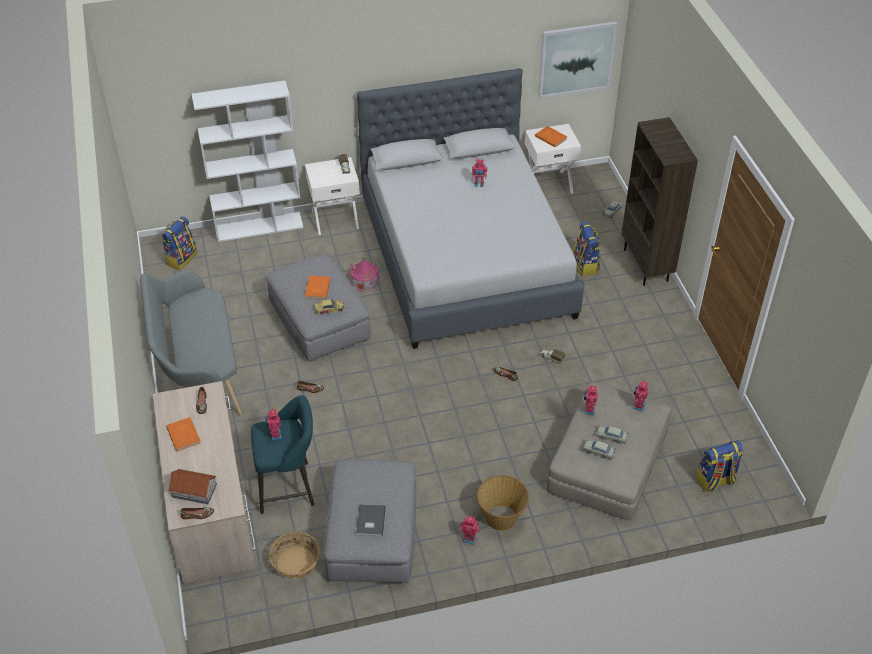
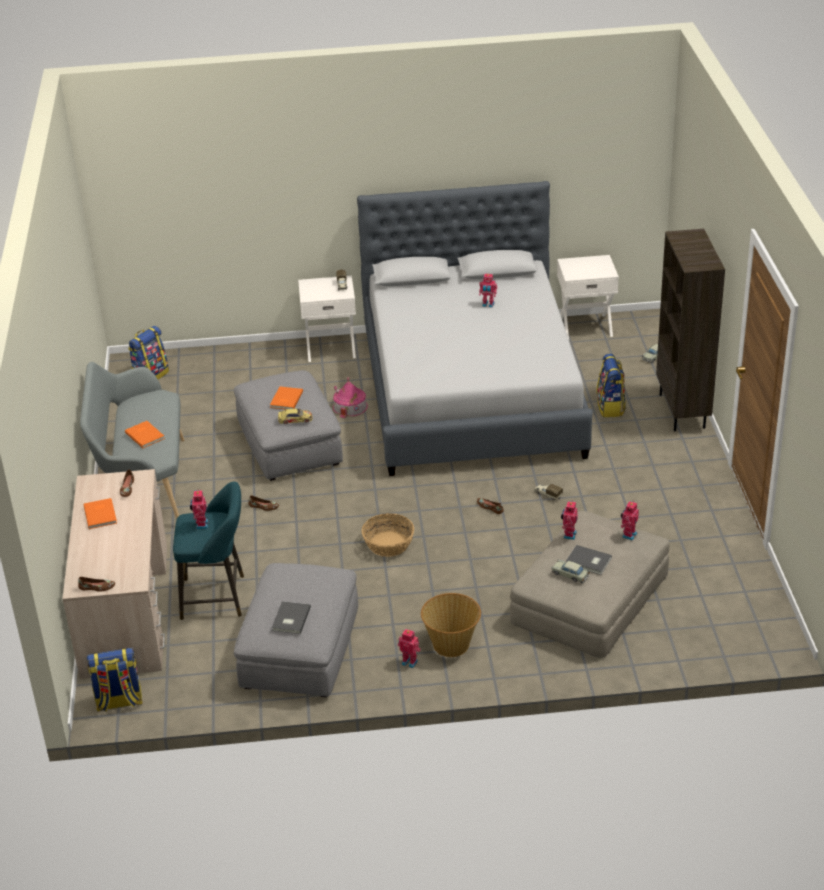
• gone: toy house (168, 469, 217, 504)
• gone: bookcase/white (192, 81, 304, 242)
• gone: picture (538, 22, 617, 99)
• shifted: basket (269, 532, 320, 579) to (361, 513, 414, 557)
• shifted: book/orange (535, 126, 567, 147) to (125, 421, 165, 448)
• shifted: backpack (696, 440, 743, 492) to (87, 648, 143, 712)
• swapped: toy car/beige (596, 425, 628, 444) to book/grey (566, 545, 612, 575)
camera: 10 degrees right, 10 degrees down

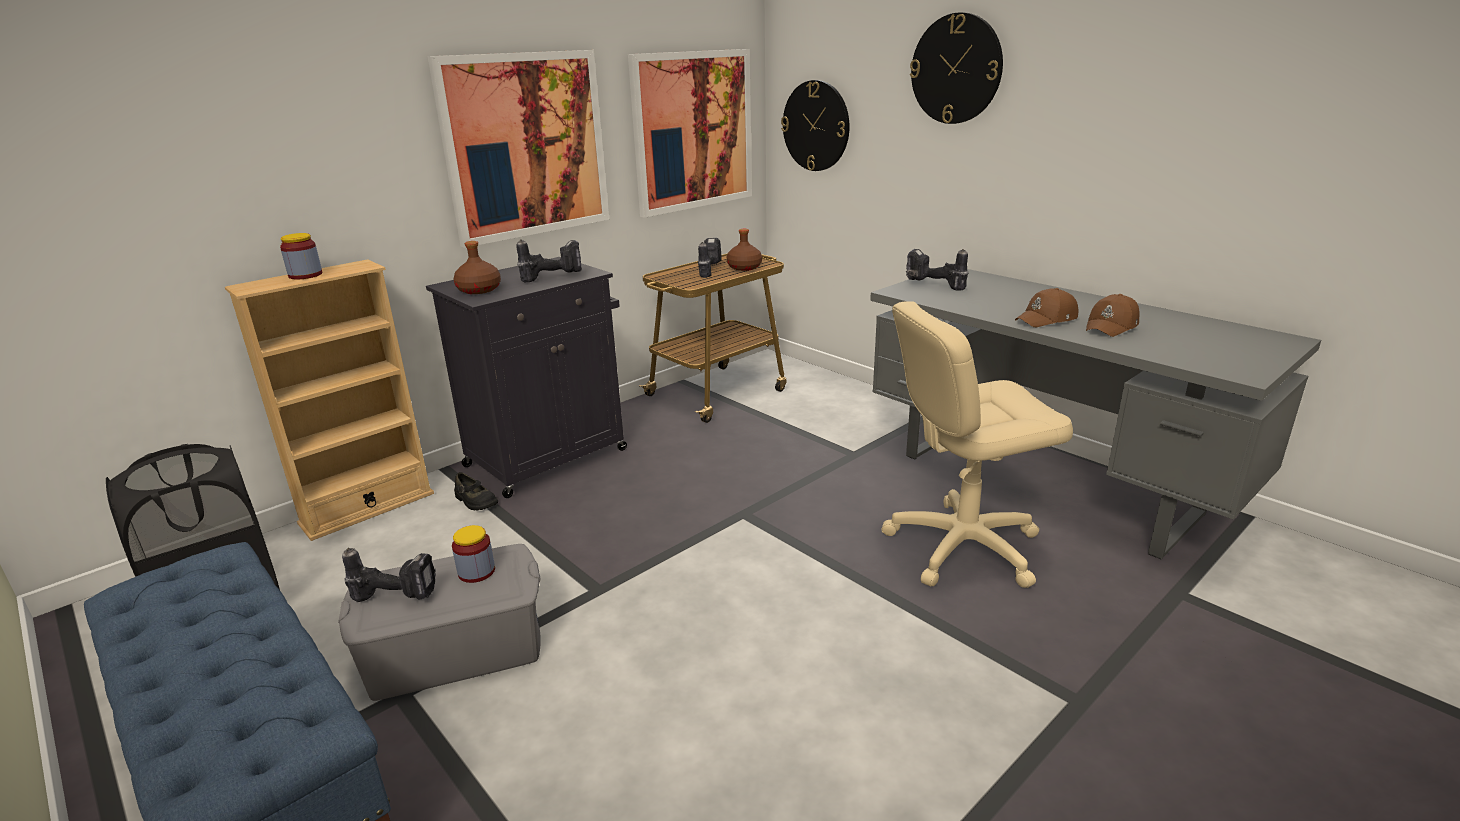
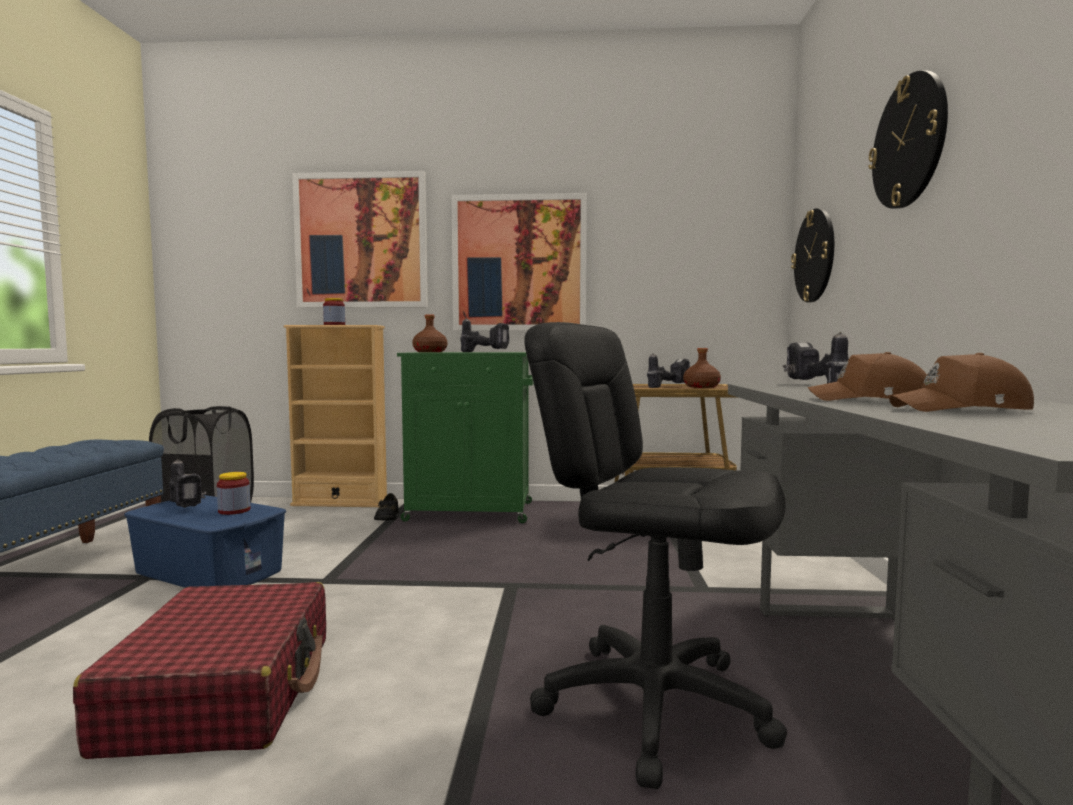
• new: suitcase/red (73, 582, 326, 759)
• shifted: picture (628, 49, 752, 218) to (292, 171, 428, 308)
• repainted: storage box/grey (338, 544, 541, 701) to storage box/blue (124, 495, 286, 588)
• repainted: cabinet/black (426, 257, 627, 498) to cabinet/green (397, 352, 534, 523)
• repainted: office chair/beige (882, 301, 1073, 588) to office chair/black (524, 322, 787, 789)
camera: 45 degrees right, 20 degrees down

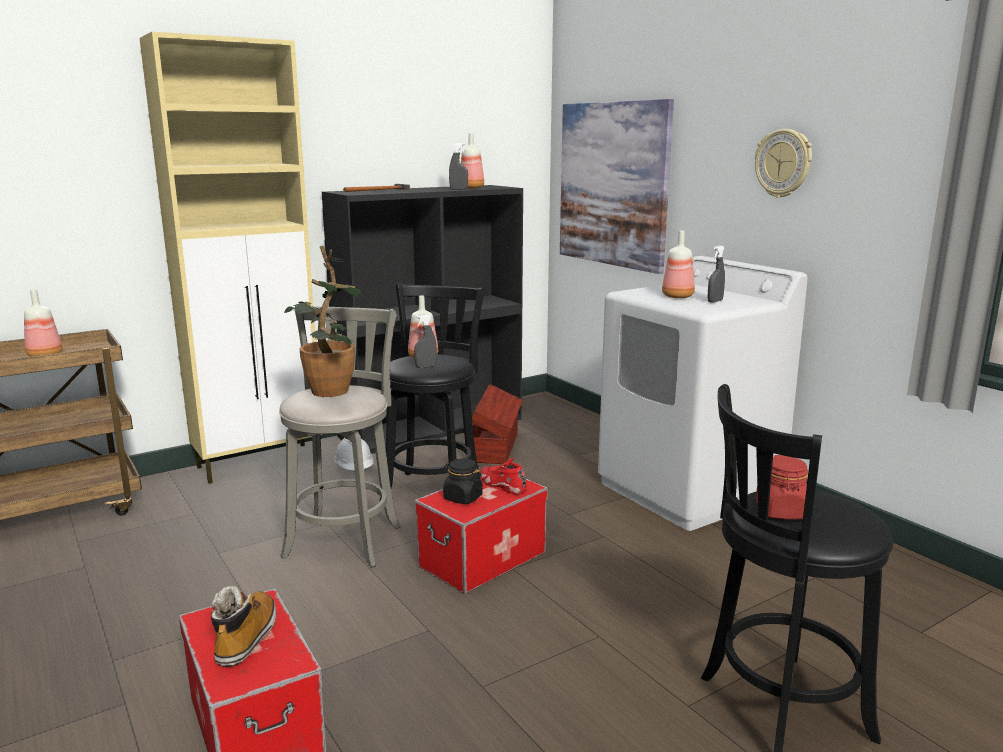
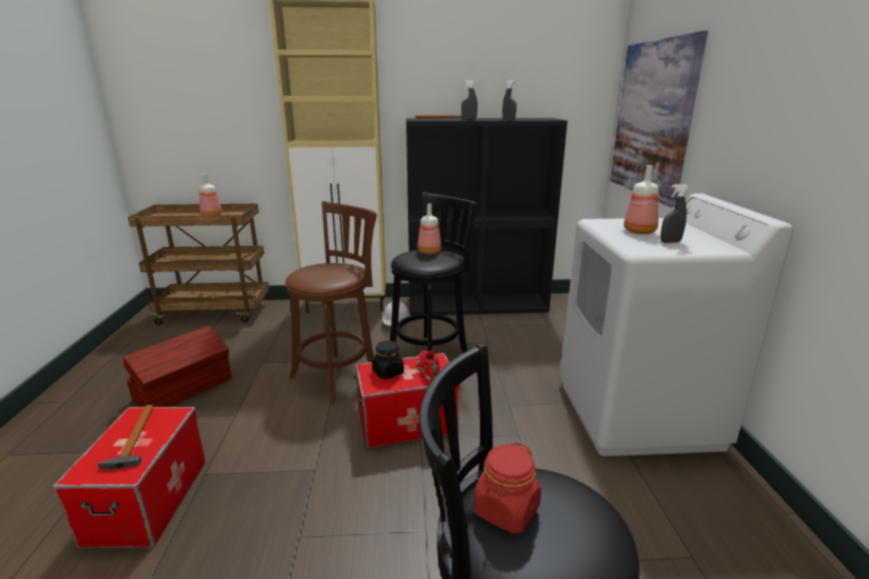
• gone: potted plant (284, 245, 362, 397)
• gone: bottle (460, 133, 484, 189)
• gone: wall clock (755, 129, 812, 198)
• shifted: spray bottle/grey (414, 314, 437, 368) to (461, 80, 478, 120)
• shifted: storage box/brown (466, 384, 523, 464) to (123, 326, 232, 407)
• swapped: boot (211, 585, 276, 667) to hammer (98, 405, 154, 470)
• repainted: stool/grey (279, 306, 401, 568) to stool/brown (285, 201, 377, 404)
camera: 30 degrees right, 5 degrees up

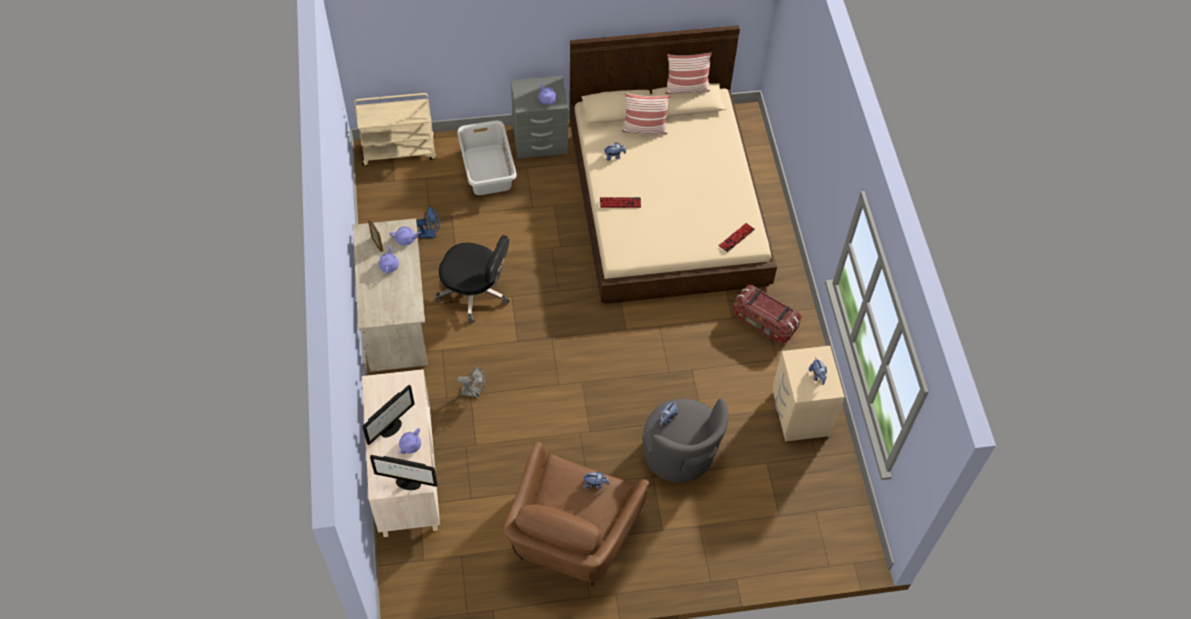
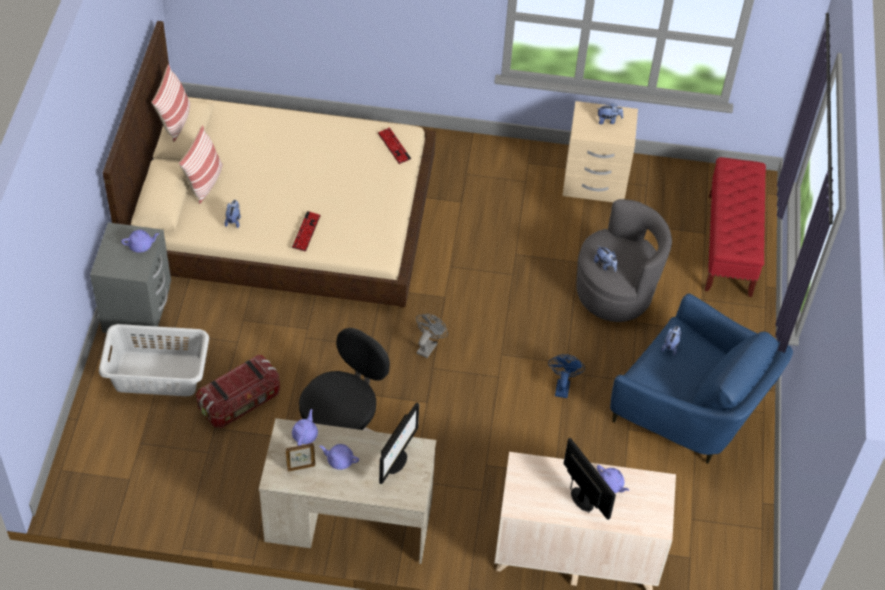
• gone: cart/beige (354, 93, 436, 166)
• new: bench/red (705, 157, 766, 297)
• shifted: monitor (370, 455, 438, 490) to (379, 403, 419, 484)
• shifted: fan/blue (416, 206, 440, 239) to (548, 354, 585, 398)
• shifted: fan/grey (457, 366, 485, 398) to (416, 314, 448, 358)
• shifted: storage box (733, 285, 802, 344) to (196, 355, 280, 428)
• repainted: armchair/brown (503, 442, 649, 586) to armchair/blue (610, 294, 793, 464)
camera: 75 degrees left, 5 degrees down

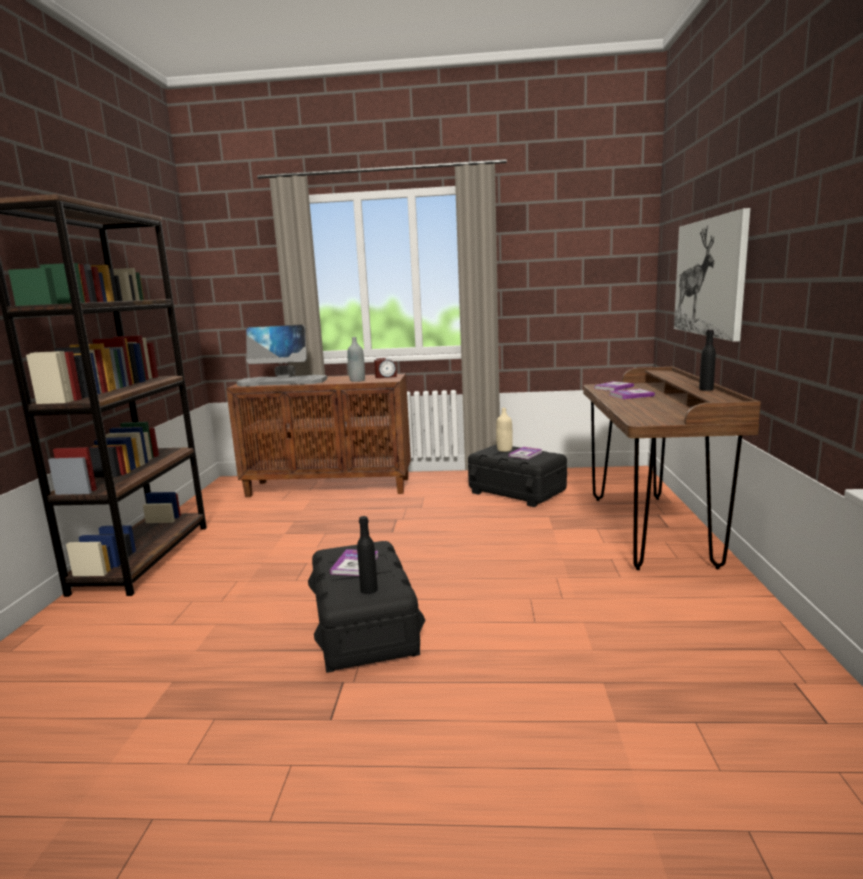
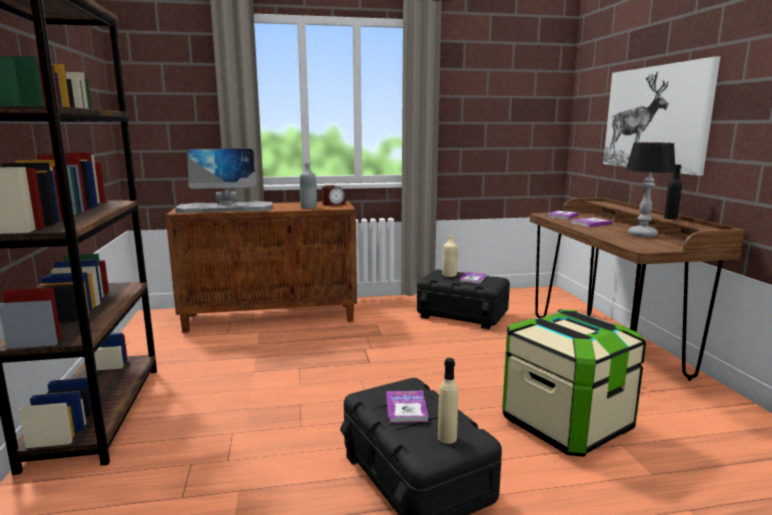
• new: storage box (502, 309, 646, 457)
• new: table lamp (626, 142, 676, 237)
• repainted: bottle/black (357, 516, 378, 594) to bottle/beige (438, 358, 458, 444)
camera: 15 degrees left, 0 degrees up

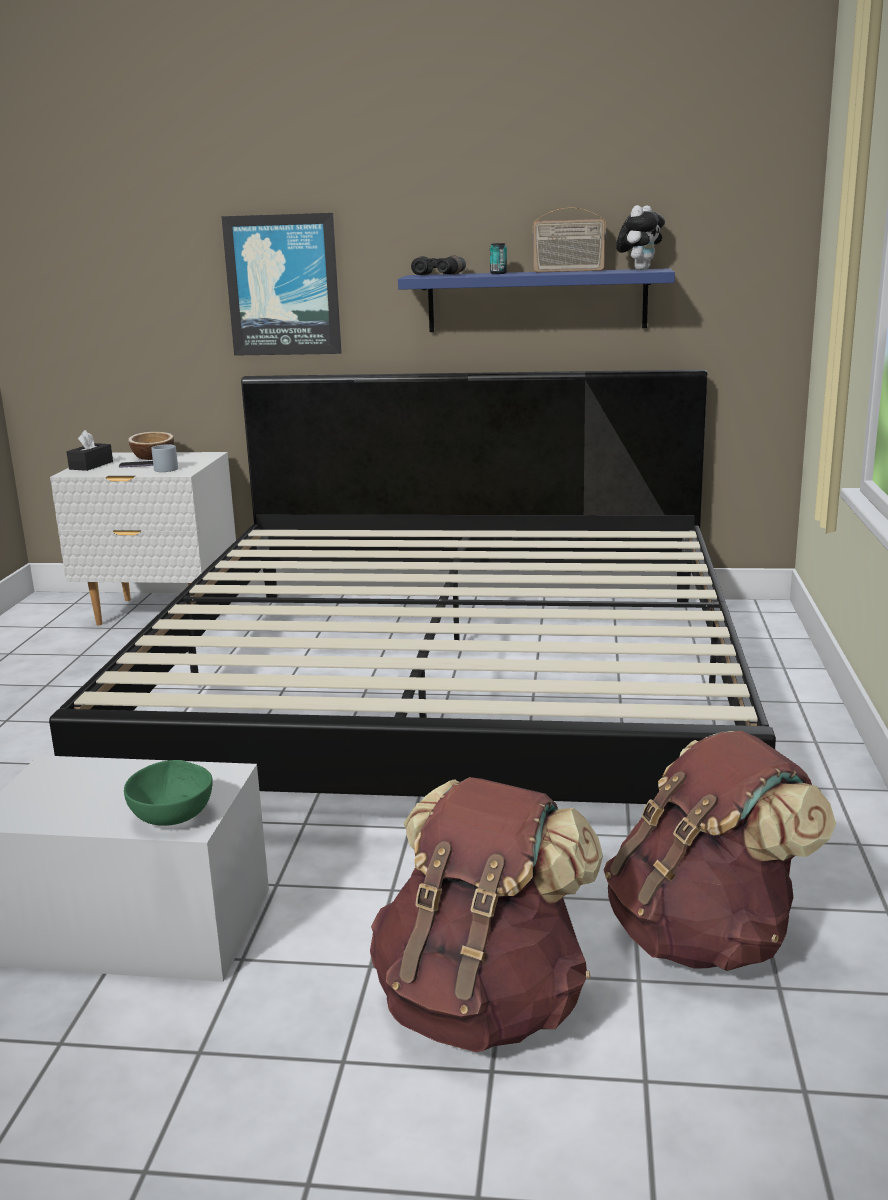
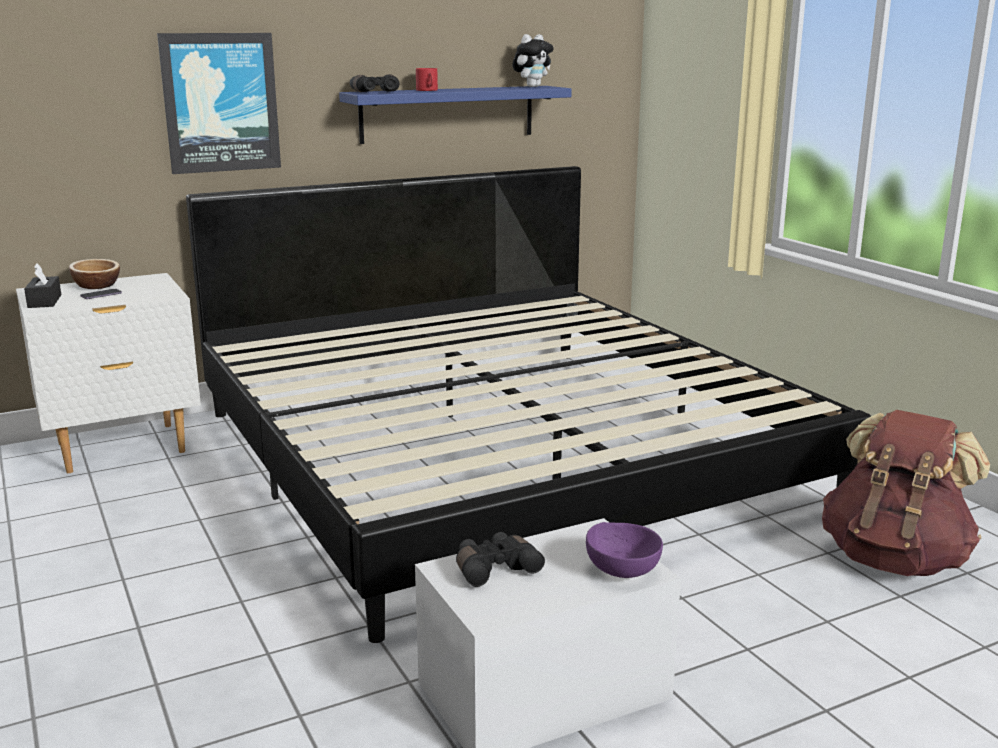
• gone: mug/grey (151, 444, 178, 472)
• gone: backpack/brown (370, 777, 603, 1052)
• gone: radio (532, 208, 606, 272)
• new: binoculars/black (456, 532, 545, 587)
• swapped: can (490, 243, 507, 274) to mug/red (416, 68, 438, 91)
• repainted: bowl/green (124, 760, 213, 826) to bowl/purple (586, 522, 663, 578)
• rotated: plush toy (616, 205, 665, 270) = (513, 34, 554, 87) 45 degrees clockwise
camera: 35 degrees left, 0 degrees up

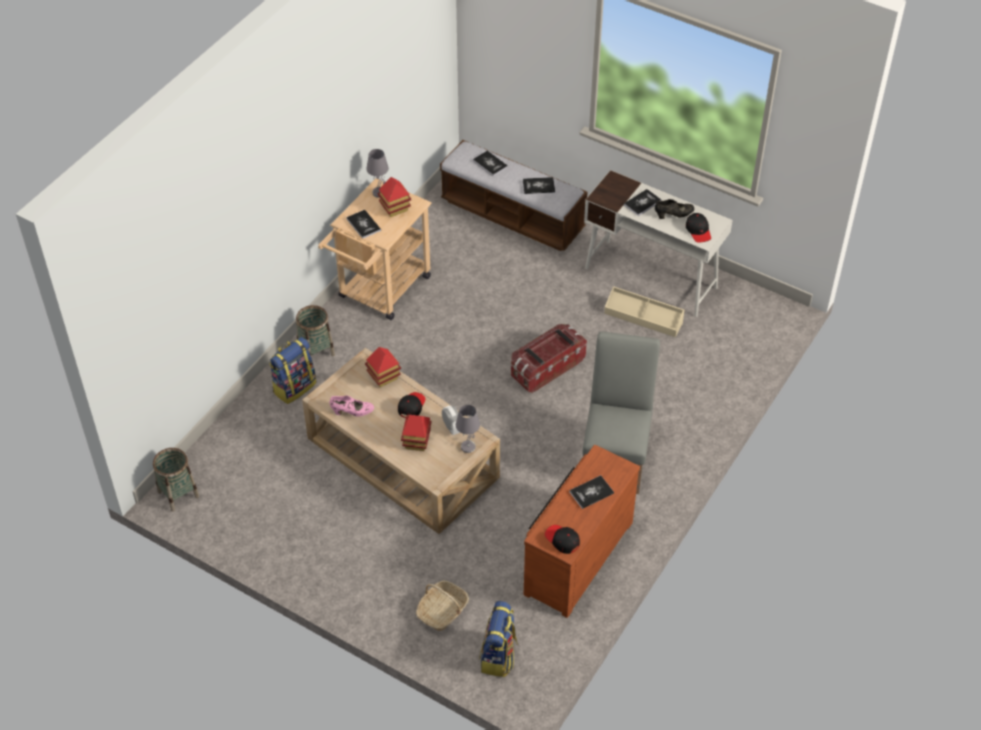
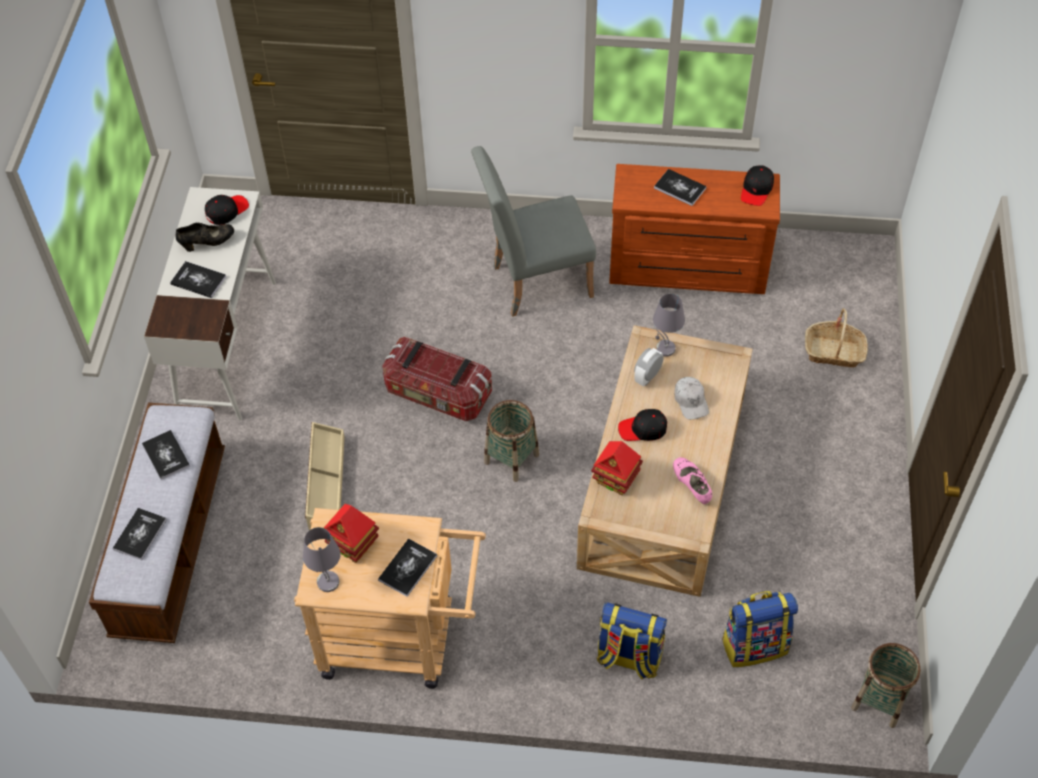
• shifted: basket (296, 305, 335, 356) to (484, 400, 539, 482)
• shifted: backpack (479, 601, 518, 677) to (722, 591, 798, 667)
• shifted: storage box/beige (604, 286, 685, 337) to (305, 422, 345, 530)
• swapped: toy house (401, 415, 431, 451) to cap/white (674, 377, 709, 420)
• rotated: shoe/black (655, 199, 694, 219) = (175, 223, 234, 252) 105 degrees clockwise
camera: 115 degrees left, 5 degrees up

